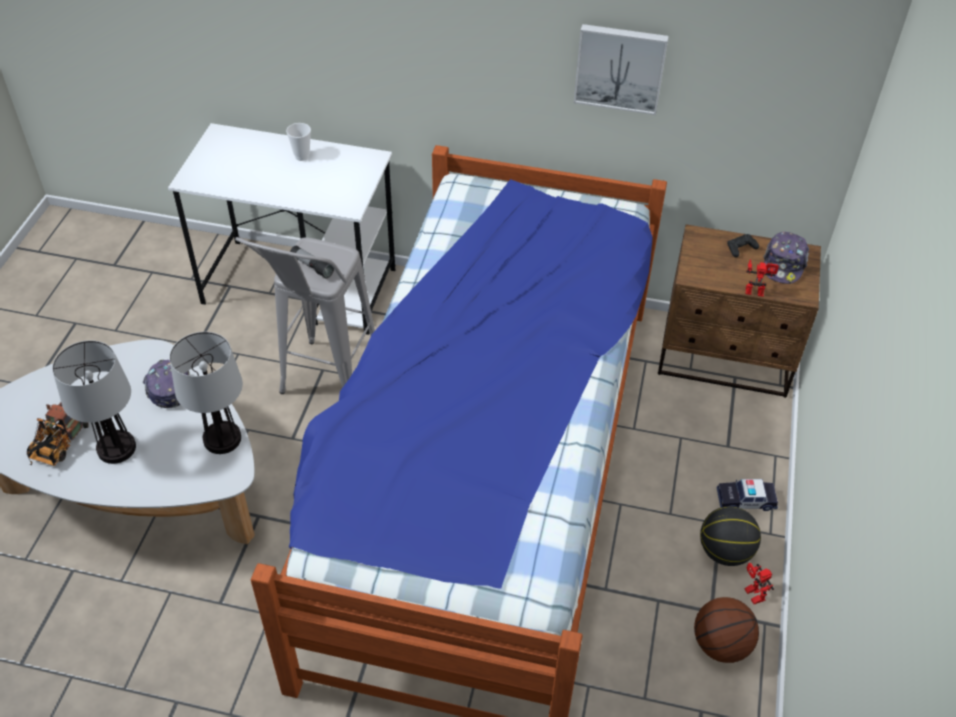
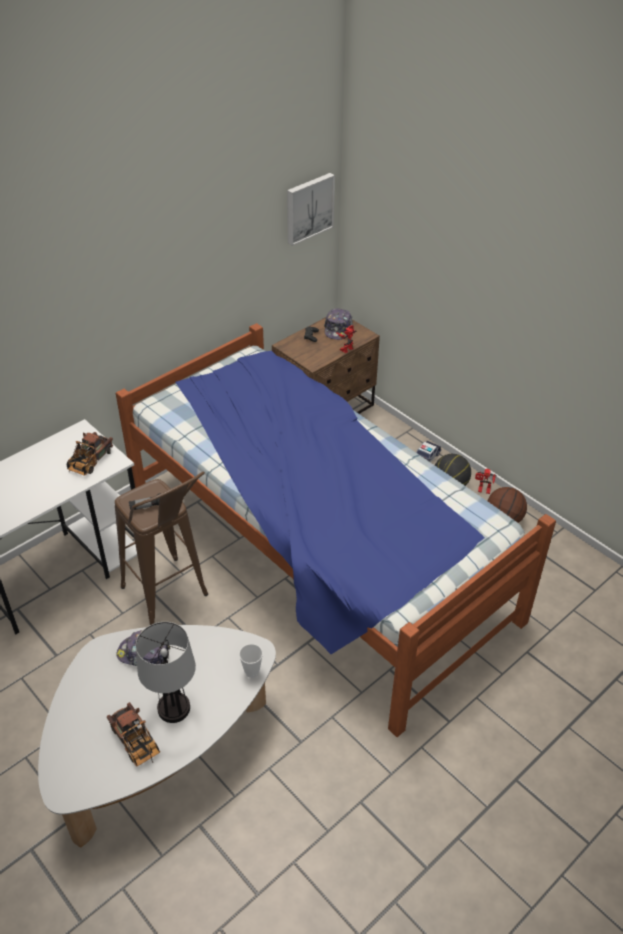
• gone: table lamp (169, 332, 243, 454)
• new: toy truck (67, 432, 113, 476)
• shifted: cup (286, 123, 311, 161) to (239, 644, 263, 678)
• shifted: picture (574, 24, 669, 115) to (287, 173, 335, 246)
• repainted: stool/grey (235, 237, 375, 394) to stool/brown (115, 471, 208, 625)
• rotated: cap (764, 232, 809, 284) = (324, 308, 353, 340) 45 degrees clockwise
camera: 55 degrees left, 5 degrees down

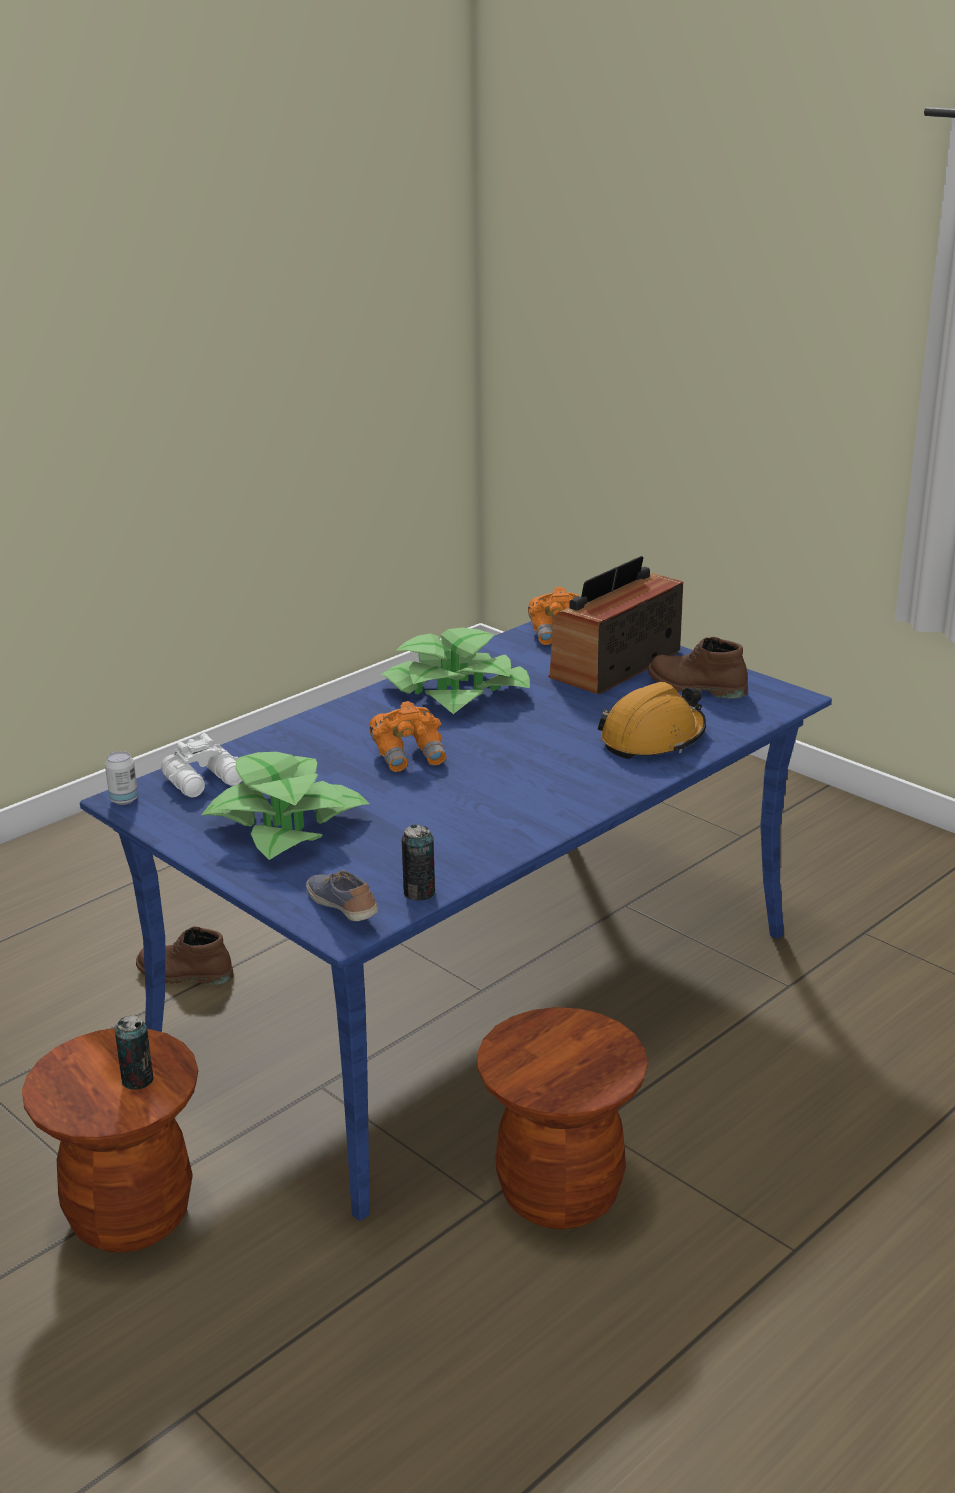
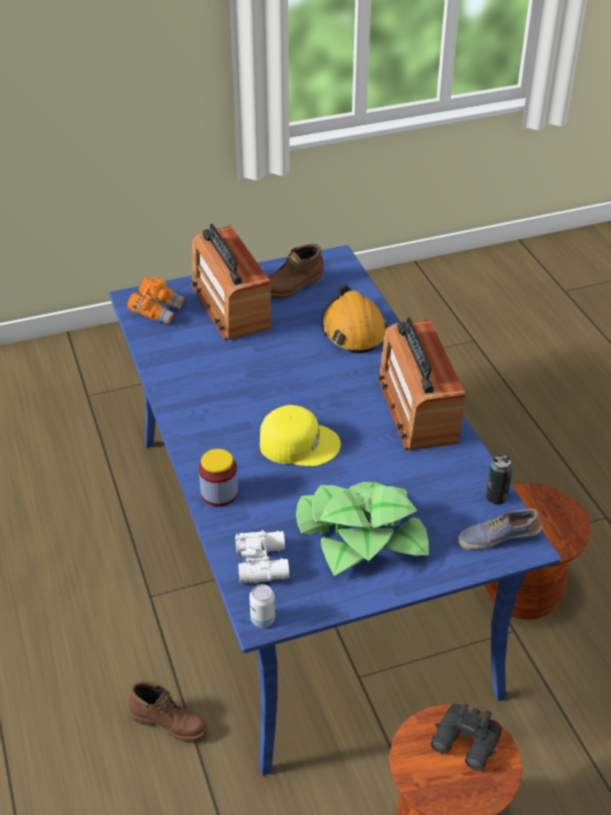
• gone: potted plant (380, 628, 530, 714)
• new: jar (199, 449, 238, 506)
• new: radio (377, 317, 466, 450)
• swapped: can (115, 1015, 153, 1090) to binoculars/black (431, 704, 502, 771)
• swapped: binoculars/orange (369, 701, 447, 772) to cap/yellow (260, 405, 341, 466)
• rotated: boot/brown (136, 926, 234, 985) = (128, 681, 208, 742) 105 degrees counterclockwise
camera: 65 degrees left, 15 degrees up

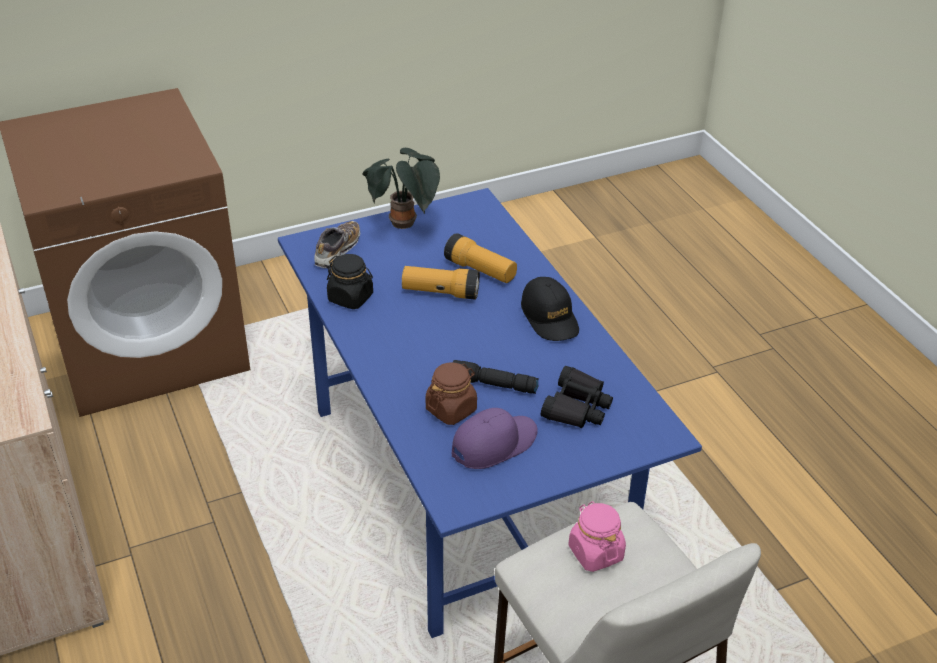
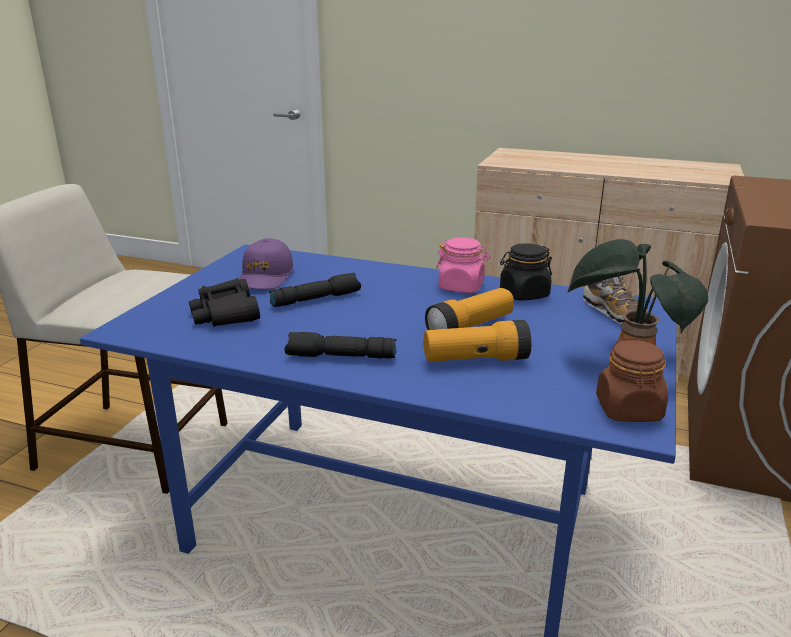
• shifted: jar/brown (426, 363, 477, 425) to (596, 339, 668, 422)
• shifted: jar/pink (568, 501, 626, 572) to (436, 237, 490, 293)
• swapped: cap/black (521, 277, 579, 341) to flashlight/black (285, 332, 396, 359)
camera: 135 degrees right, 15 degrees down

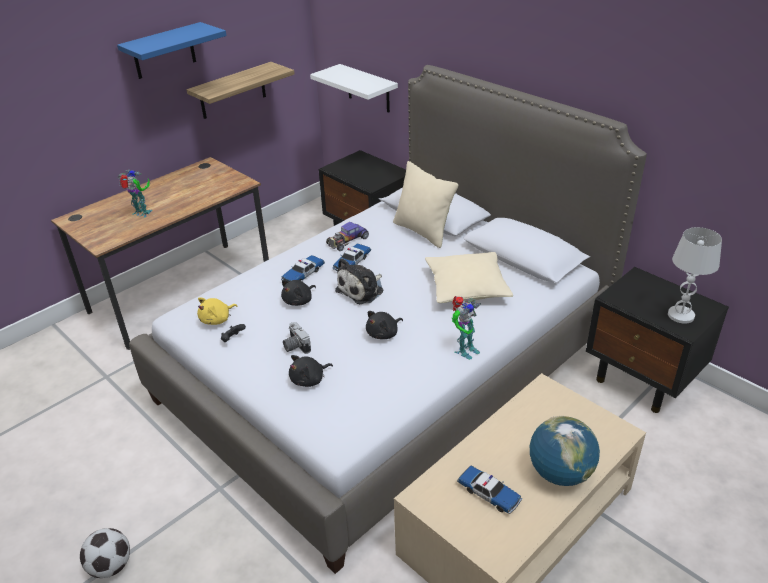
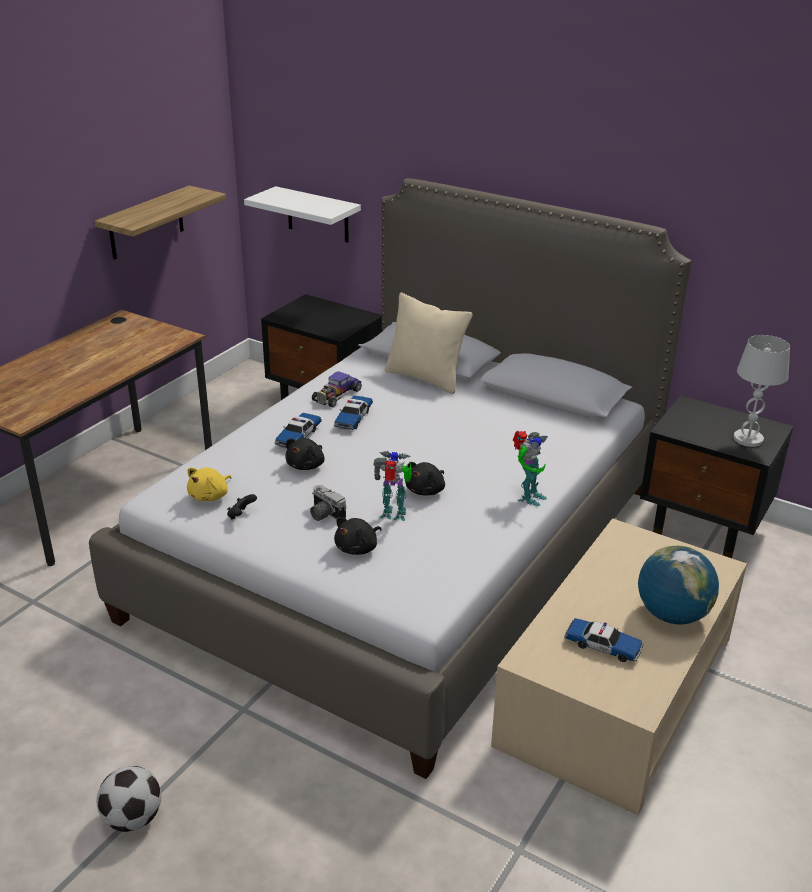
• gone: shelf/blue (117, 22, 227, 79)
• gone: plush toy (335, 258, 383, 304)
• gone: pillow/beige (425, 252, 513, 303)
• shifted: toy robot (118, 169, 153, 218) to (373, 451, 412, 521)
camera: 15 degrees left, 5 degrees down

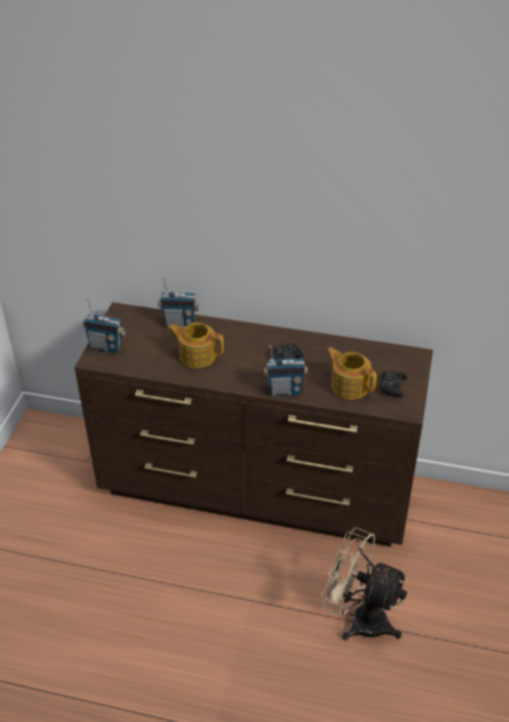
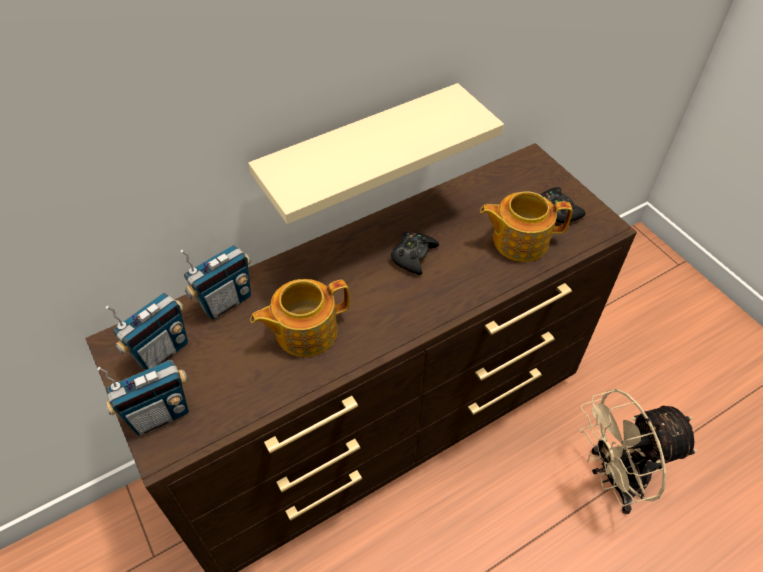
• new: shelf/beige (248, 83, 504, 224)
• shifted: radio (263, 345, 308, 396) to (106, 292, 188, 370)
camera: 45 degrees left, 10 degrees up

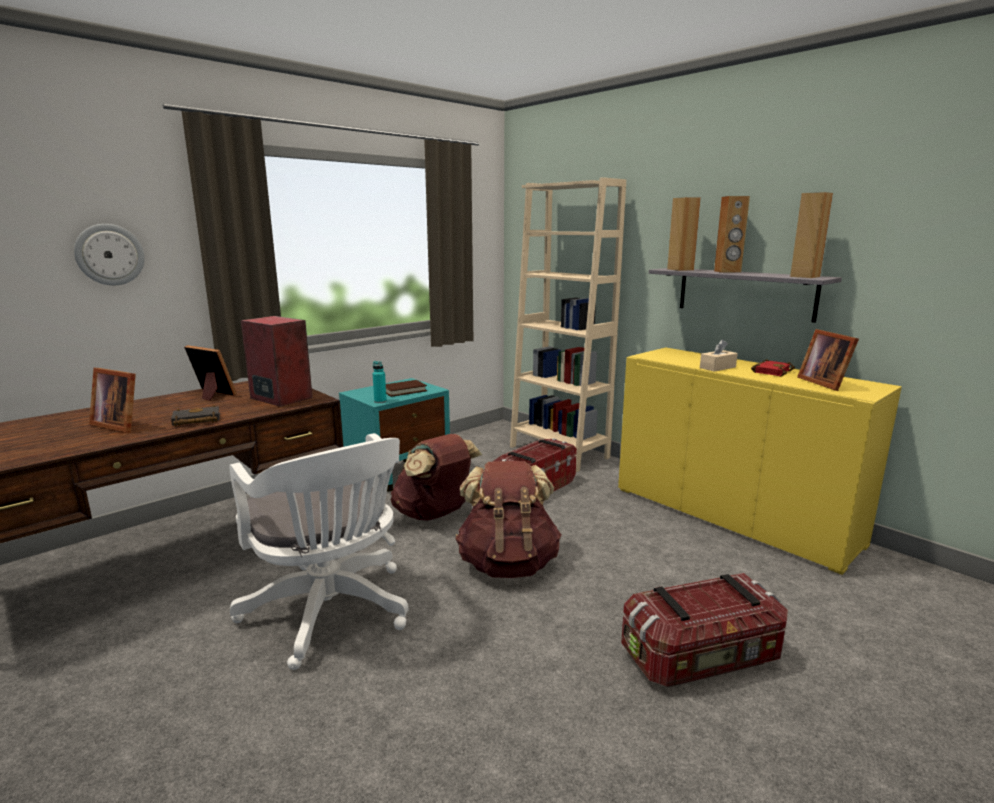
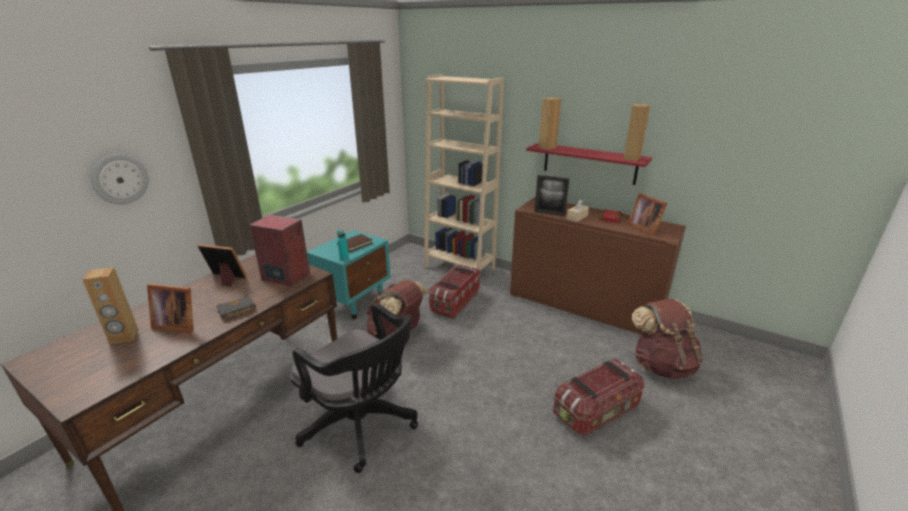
• new: picture frame (534, 175, 569, 216)
• shifted: backpack/brown (455, 461, 561, 578) to (632, 299, 703, 380)
• shifted: speaker/brown (714, 196, 750, 273) to (82, 267, 139, 345)
• repainted: office chair/white (229, 433, 409, 670) to office chair/black (290, 303, 418, 473)
• repainted: cabinet/yellow (618, 347, 902, 575) to cabinet/brown (510, 197, 686, 334)
• repainted: shelf/grey (649, 268, 842, 323) to shelf/red (526, 143, 652, 185)
camera: 15 degrees left, 10 degrees up

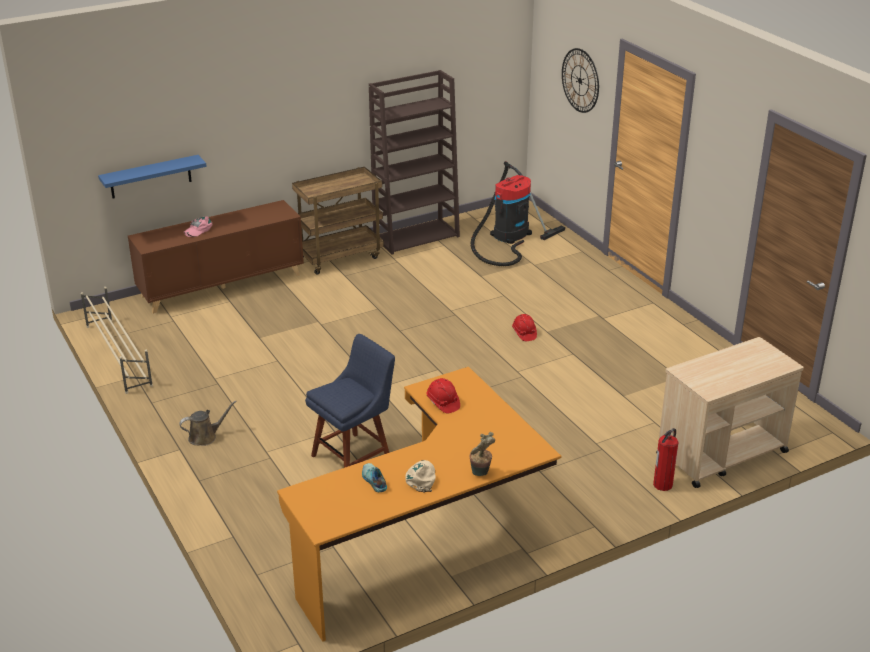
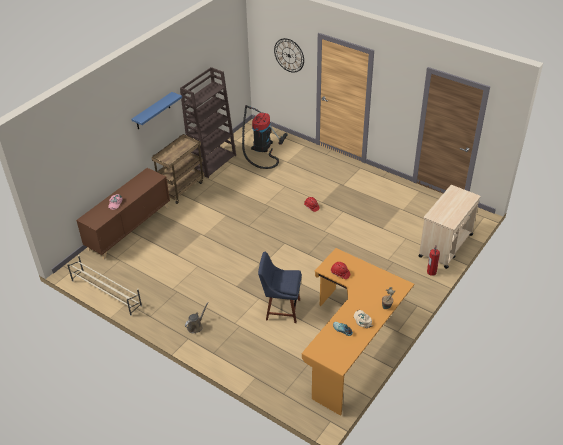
• shifted: shelf/blue (98, 155, 207, 199) to (131, 92, 182, 130)
• rotated: chair/blue (305, 334, 395, 468) = (258, 252, 302, 323) 105 degrees counterclockwise
camera: 25 degrees left, 10 degrees up

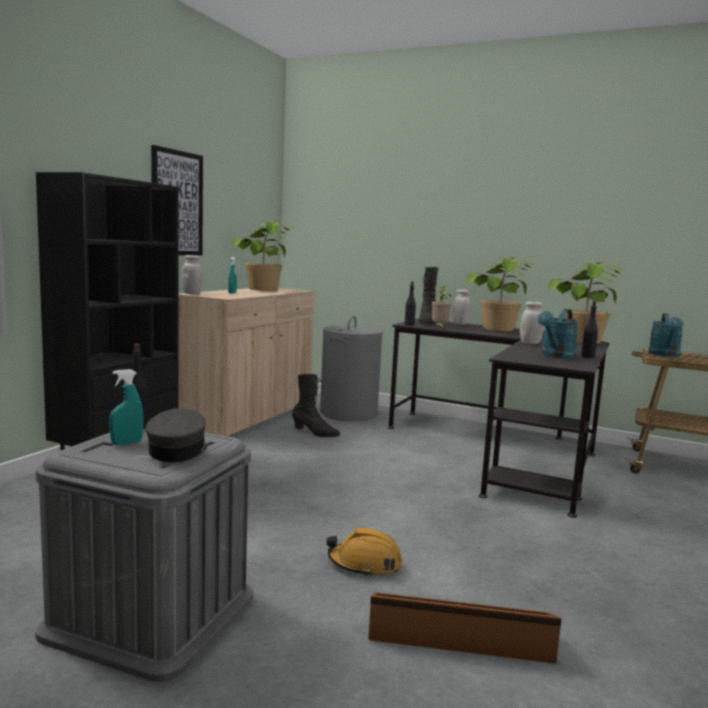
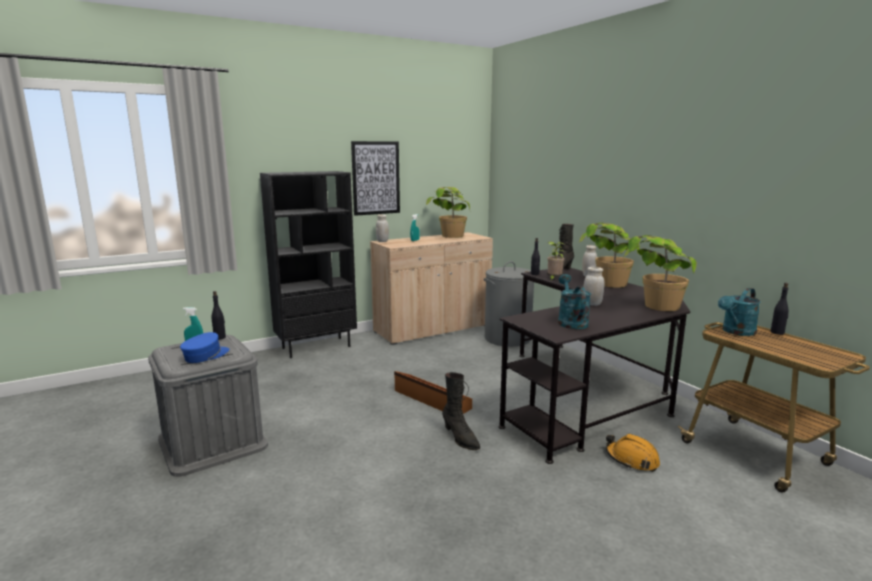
• shifted: boot/black (292, 374, 340, 438) to (442, 372, 480, 450)
• shifted: hard hat/orange (326, 527, 402, 577) to (606, 434, 660, 472)
• shifted: storage box/brown (368, 592, 562, 664) to (394, 371, 472, 414)
• shifted: bottle/black (581, 301, 598, 358) to (771, 283, 789, 335)
• repainted: cap/grey (146, 408, 207, 462) to cap/blue (180, 332, 229, 363)
• rotated: watering can/turquoise (538, 309, 579, 359) = (558, 274, 591, 329) 105 degrees clockwise
camera: 35 degrees right, 5 degrees up

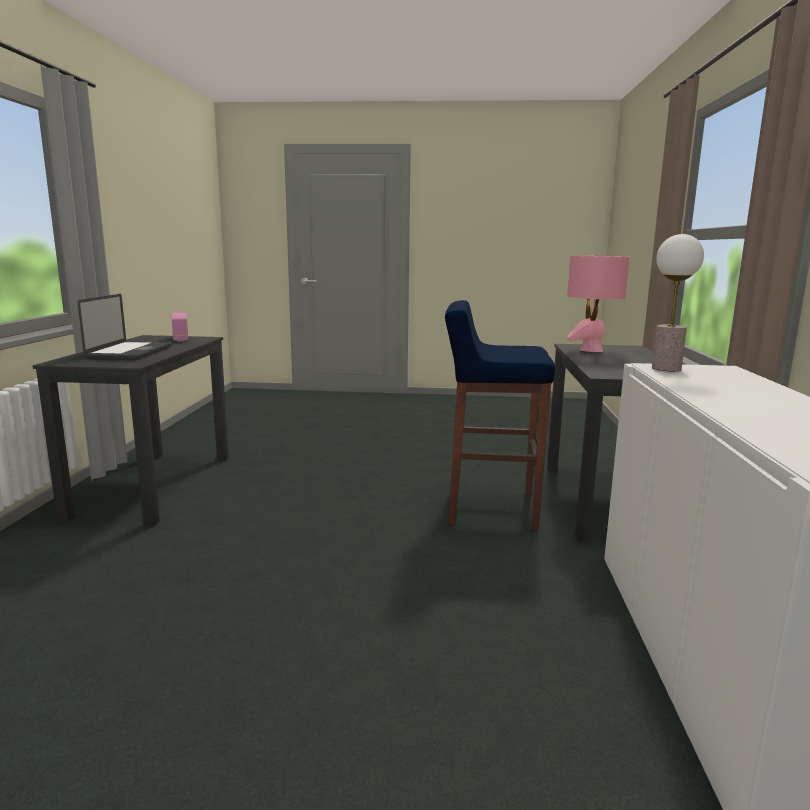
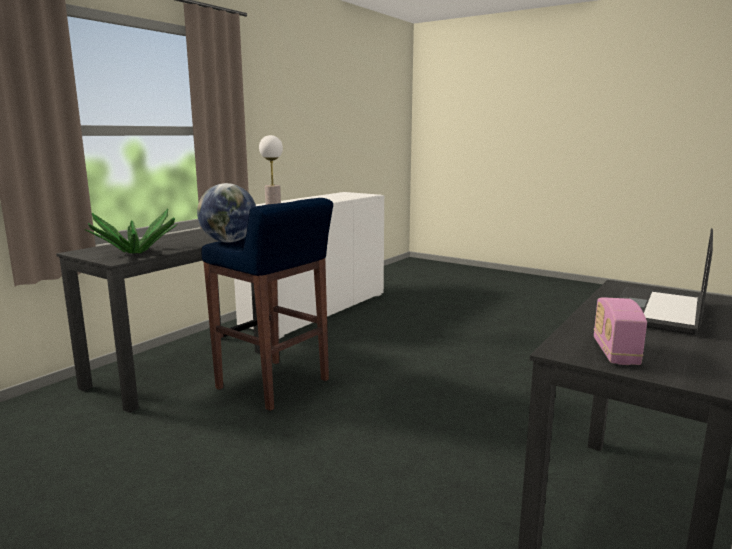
• new: globe (197, 183, 256, 243)
• swapped: table lamp/pink (567, 255, 630, 352) to potted plant (85, 209, 178, 254)
camera: 150 degrees left, 0 degrees up

